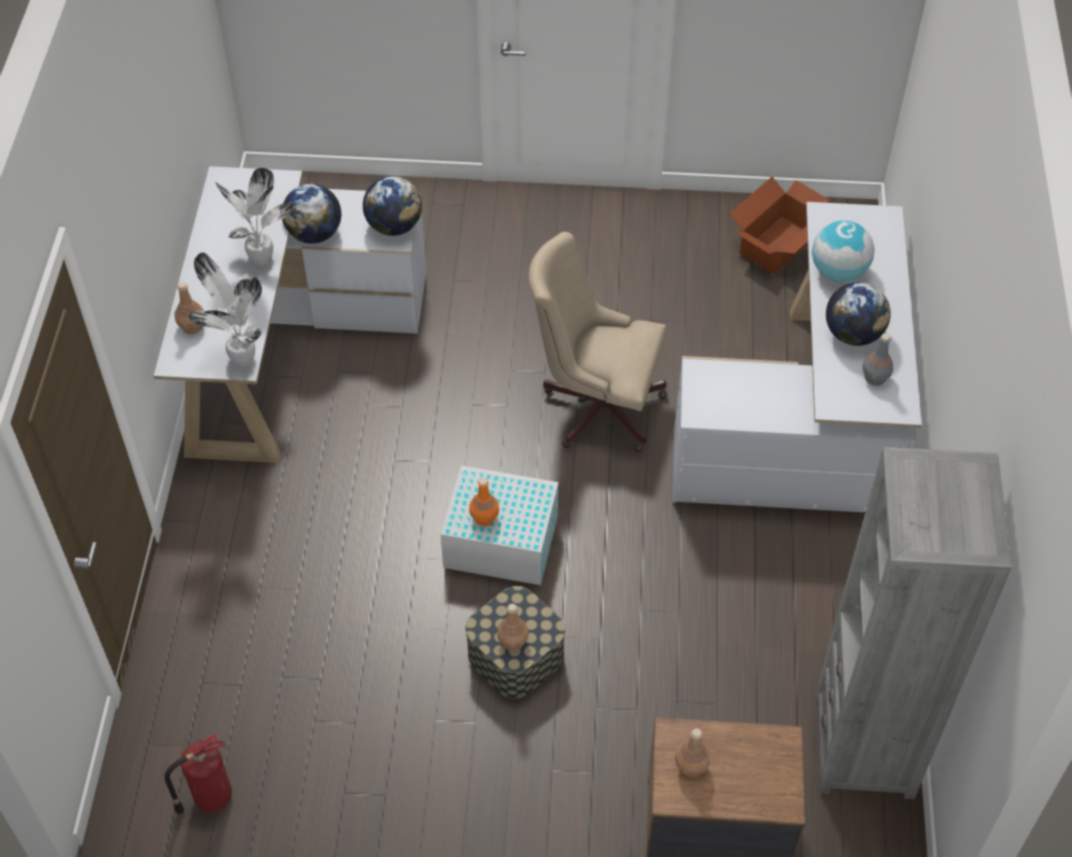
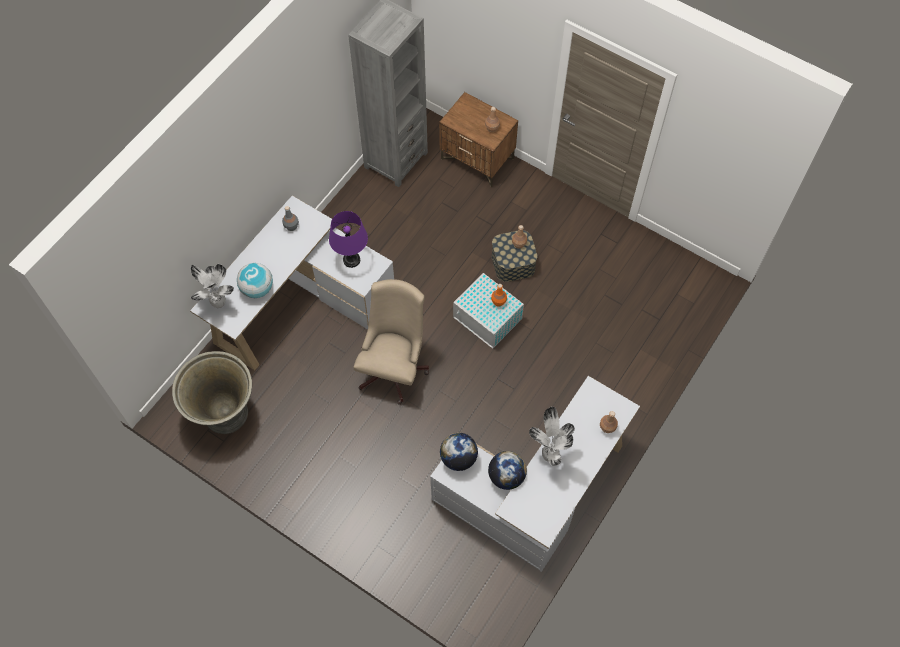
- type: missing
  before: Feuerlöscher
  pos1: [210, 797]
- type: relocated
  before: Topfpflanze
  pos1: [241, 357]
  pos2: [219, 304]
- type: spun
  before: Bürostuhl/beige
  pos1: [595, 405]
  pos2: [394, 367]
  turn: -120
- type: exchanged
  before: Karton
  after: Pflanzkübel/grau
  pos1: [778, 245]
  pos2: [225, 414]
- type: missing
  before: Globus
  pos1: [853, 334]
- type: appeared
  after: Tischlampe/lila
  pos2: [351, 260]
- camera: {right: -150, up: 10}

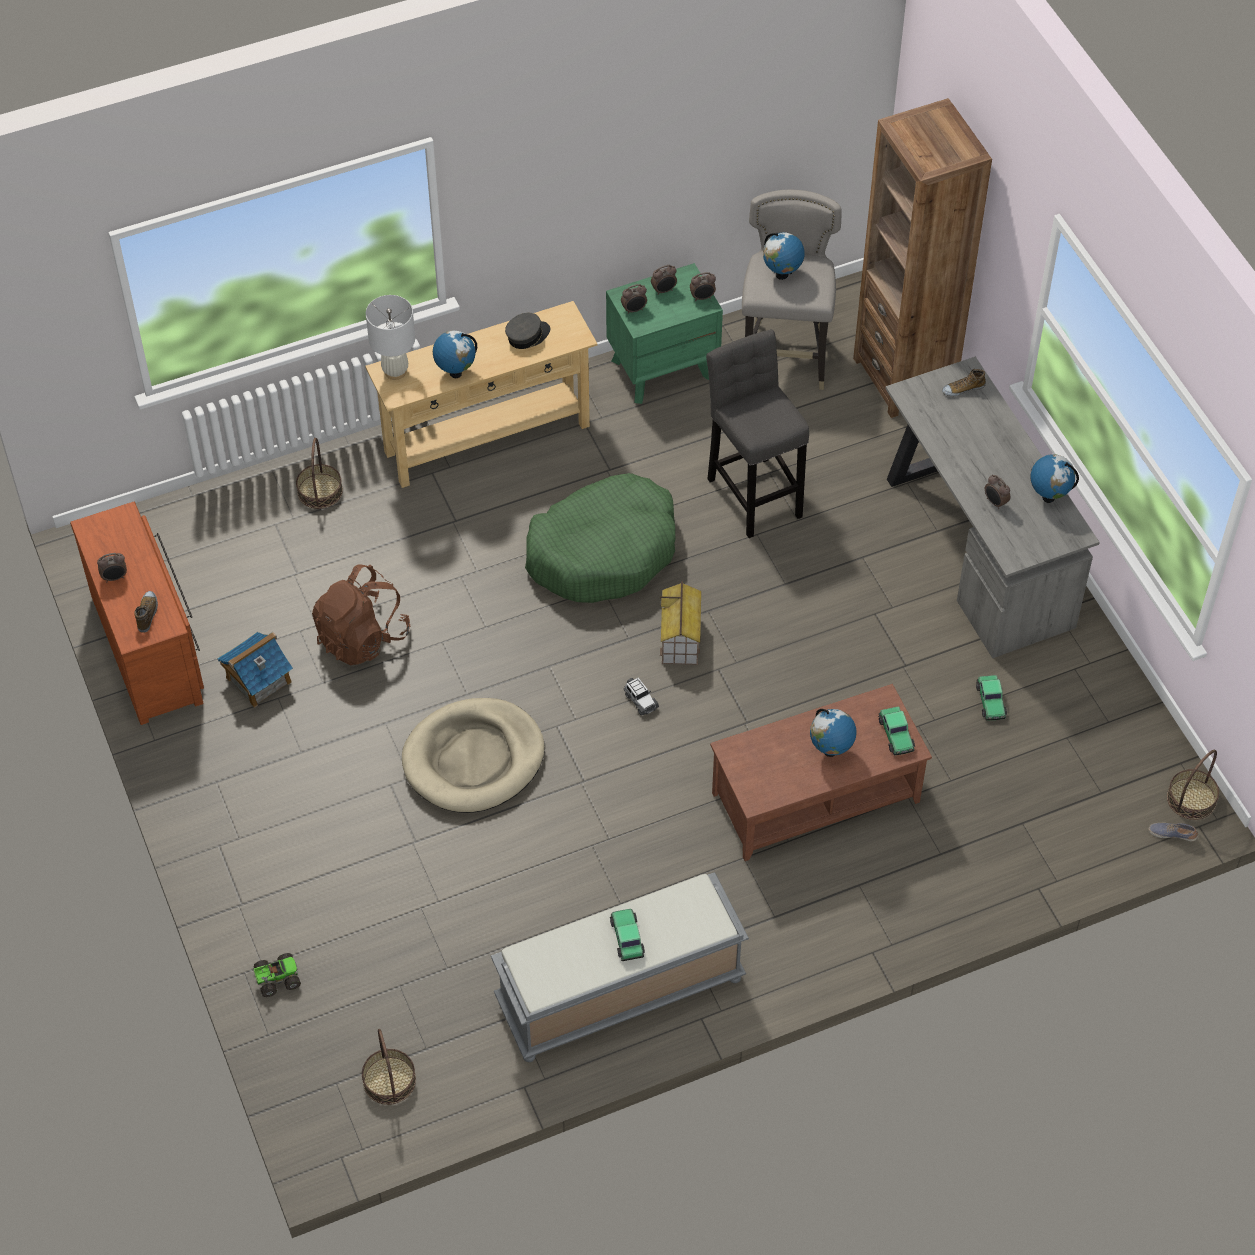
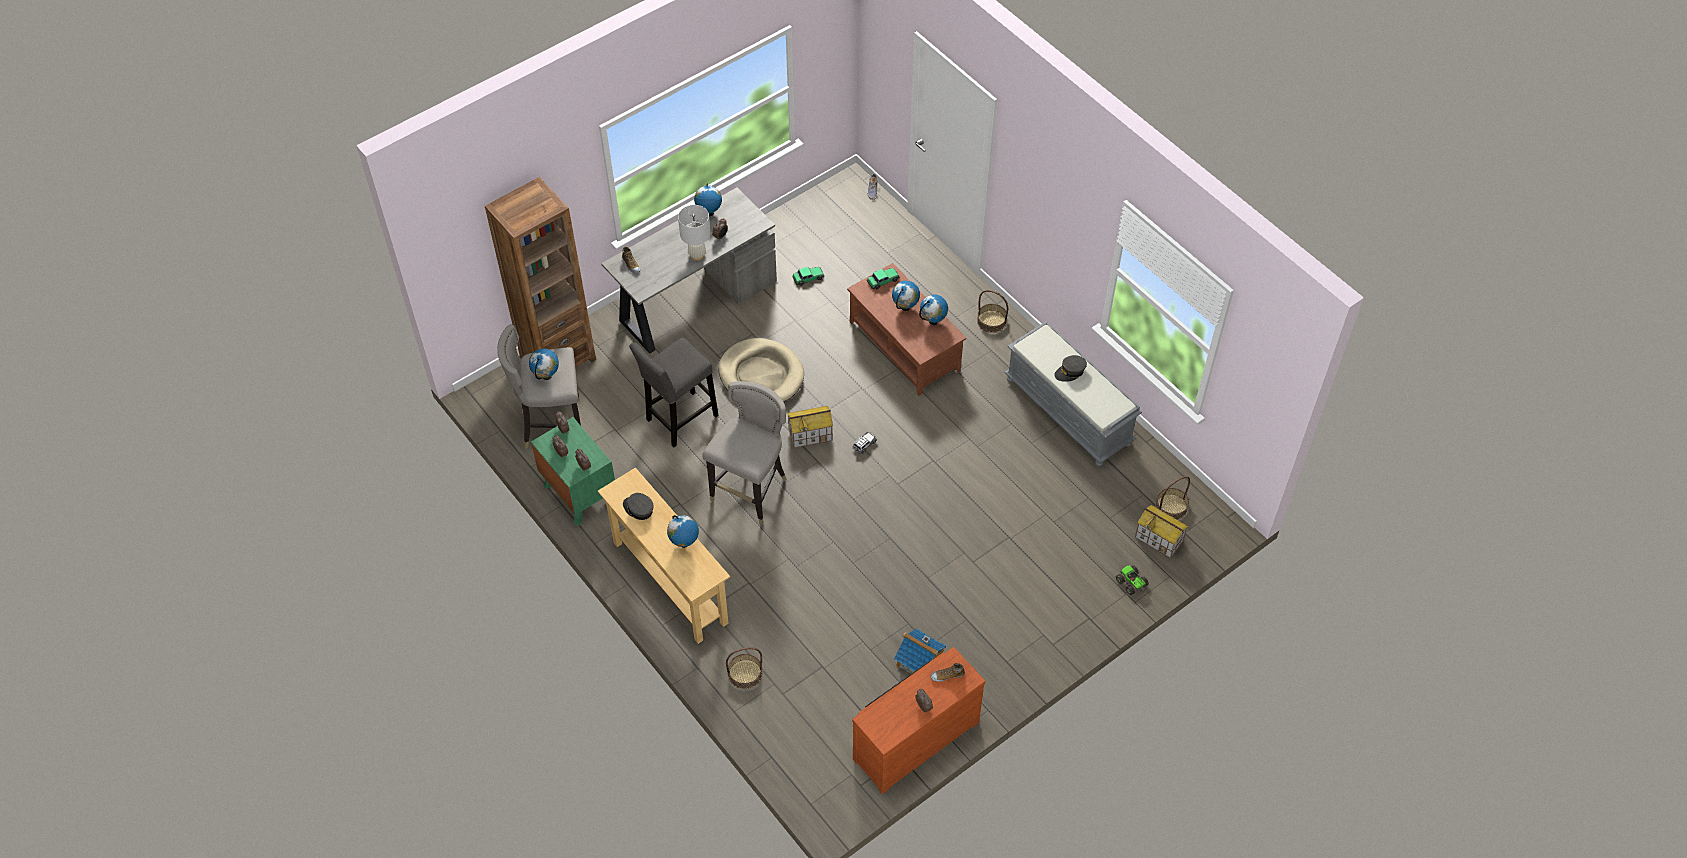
- type: missing
  before: Rucksack/braun
  pos1: [362, 637]
- type: relocated
  before: Tischlampe/weiß
  pos1: [395, 371]
  pos2: [697, 255]
- type: relocated
  before: Hundebett/beige
  pos1: [474, 759]
  pos2: [761, 375]
- type: exchanged
  before: Hundebett/grün
  after: Hocker/grau
  pos1: [603, 551]
  pos2: [751, 491]
- type: exchanged
  before: Spielzeugauto
  after: Kappe/grau
  pos1: [627, 937]
  pos2: [1070, 372]
- type: relocated
  before: Korb
  pos1: [1191, 799]
  pos2: [991, 321]
- type: appeared
  after: Globus
  pos2: [933, 321]
- type: appeared
  after: Spielzeughaus
  pos2: [1159, 539]
- camera: {right: -105, up: 0}

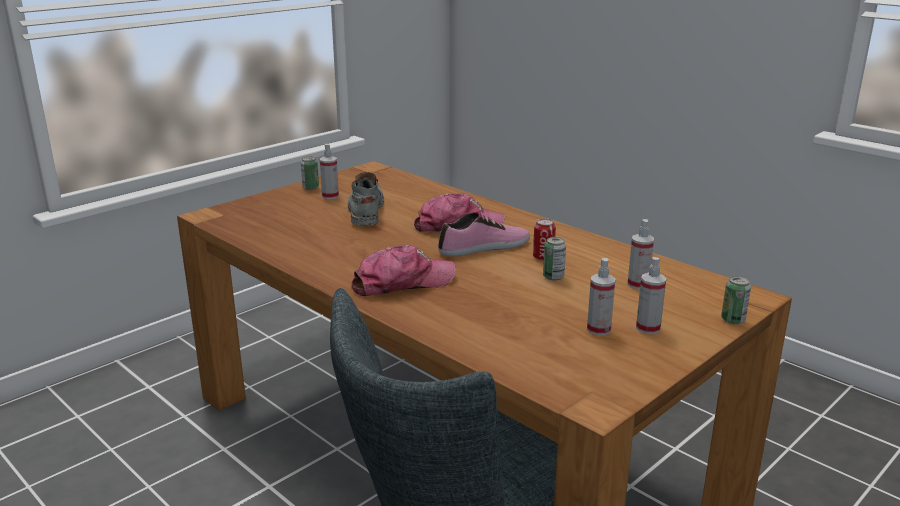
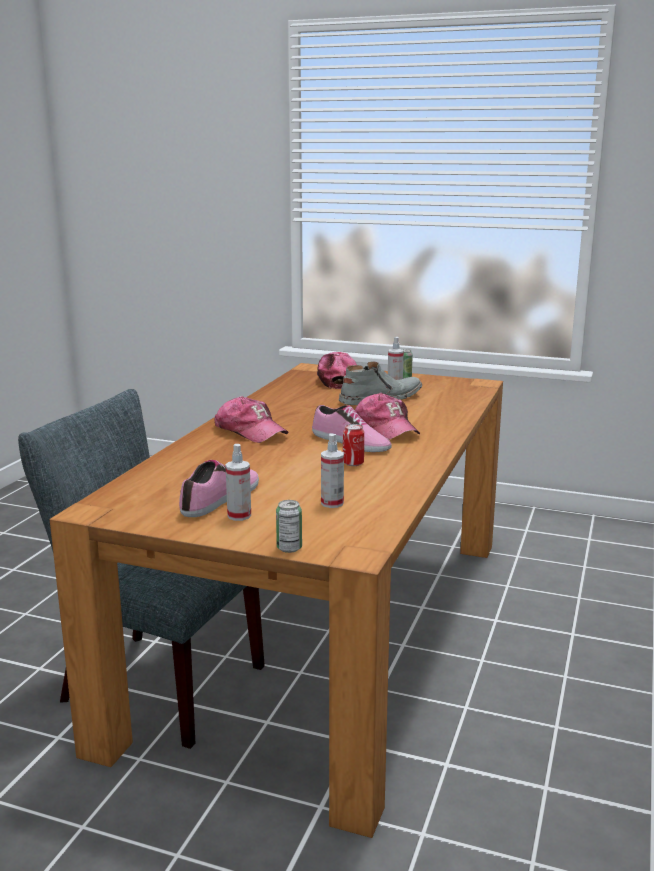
- type: missing
  before: Dose
  pos1: [553, 277]
- type: exchanged
  before: Sprühflasche
  after: Schuh
  pos1: [598, 329]
  pos2: [221, 499]
- type: appeared
  after: Kappe
  pos2: [335, 379]
- camera: {right: 65, up: -5}

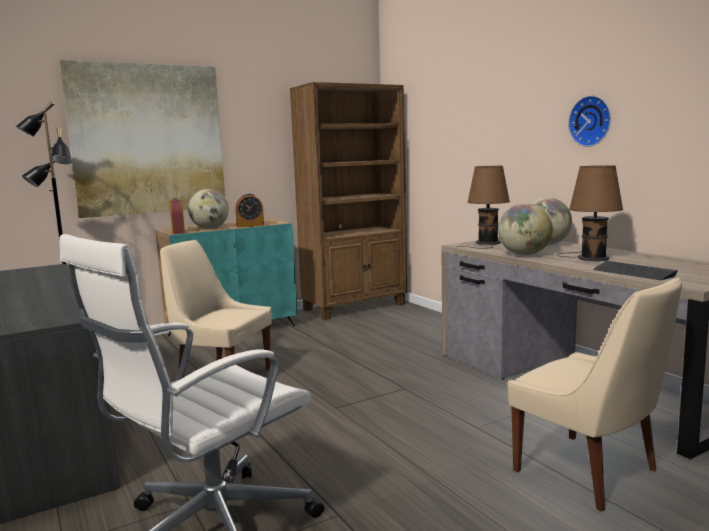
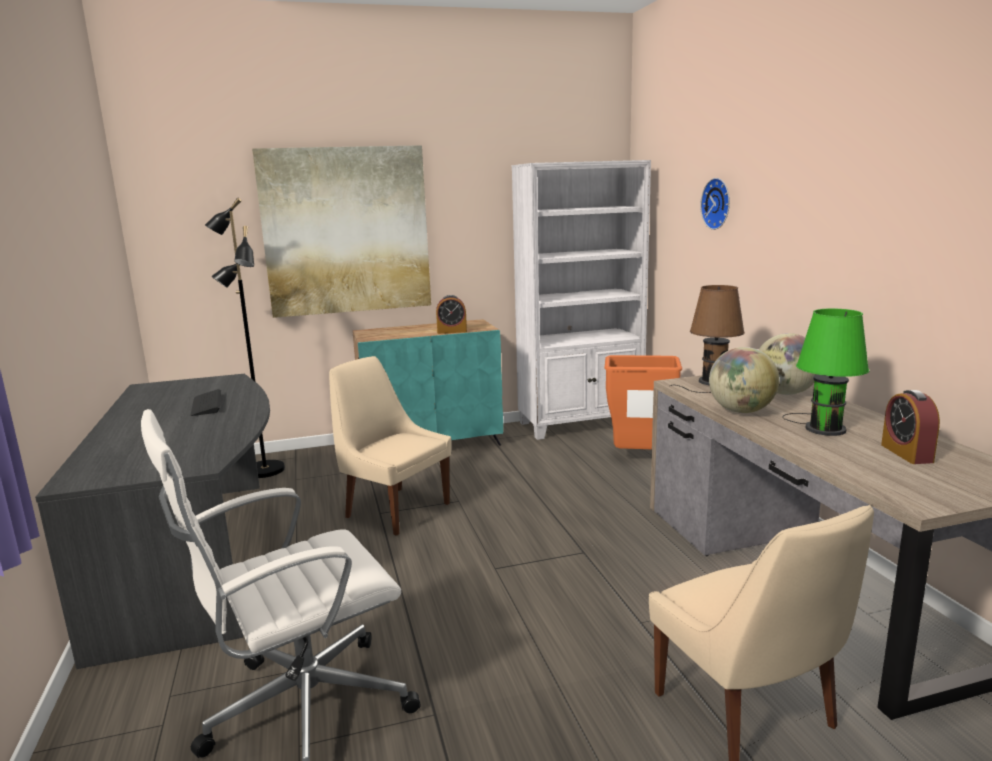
- type: relocated
  before: Wecker
  pos1: [178, 232]
  pos2: [906, 453]
- type: missing
  before: Globus
  pos1: [210, 228]
- type: colour
  before: Bücherregal/braun
  after: Bücherregal/weiß
  pos1: [355, 307]
  pos2: [581, 424]
- type: colour
  before: Tischlampe/braun
  after: Tischlampe/grün
  pos1: [590, 258]
  pos2: [822, 428]
- type: relocated
  before: Wanduhr
  pos1: [591, 121]
  pos2: [718, 203]
- type: relocated
  before: Tastatur
  pos1: [633, 272]
  pos2: [206, 404]
- type: appeared
  after: Mülleimer/orange
  pos2: [639, 458]
- camera: {right: 15, up: 5}

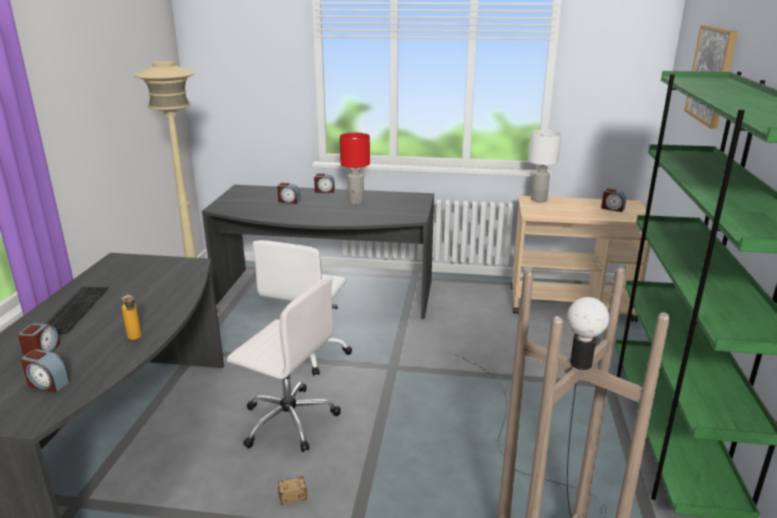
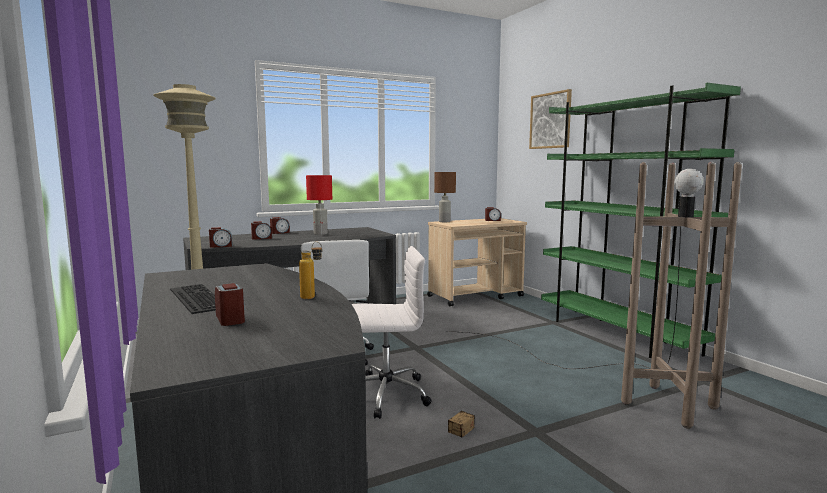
- type: relocated
  before: Wecker
  pos1: [48, 383]
  pos2: [221, 246]
- type: colour
  before: Tischlampe/weiß
  after: Tischlampe/braun
  pos1: [538, 200]
  pos2: [444, 221]
- camera: {right: -35, up: -15}

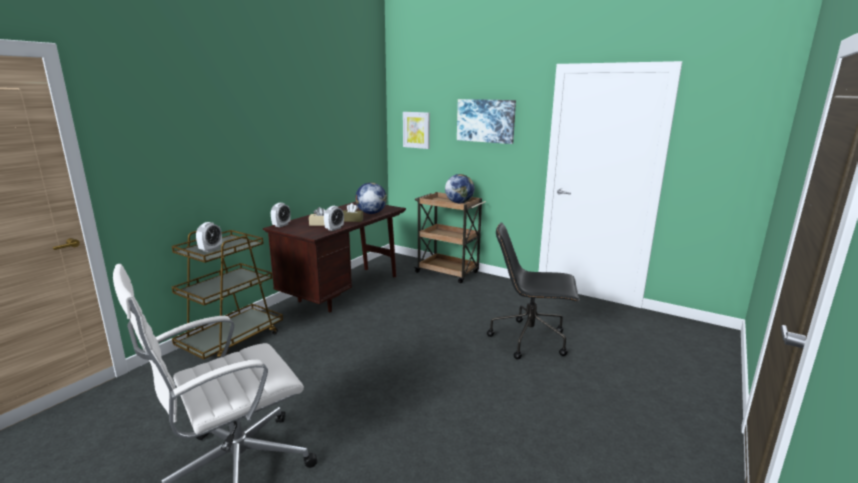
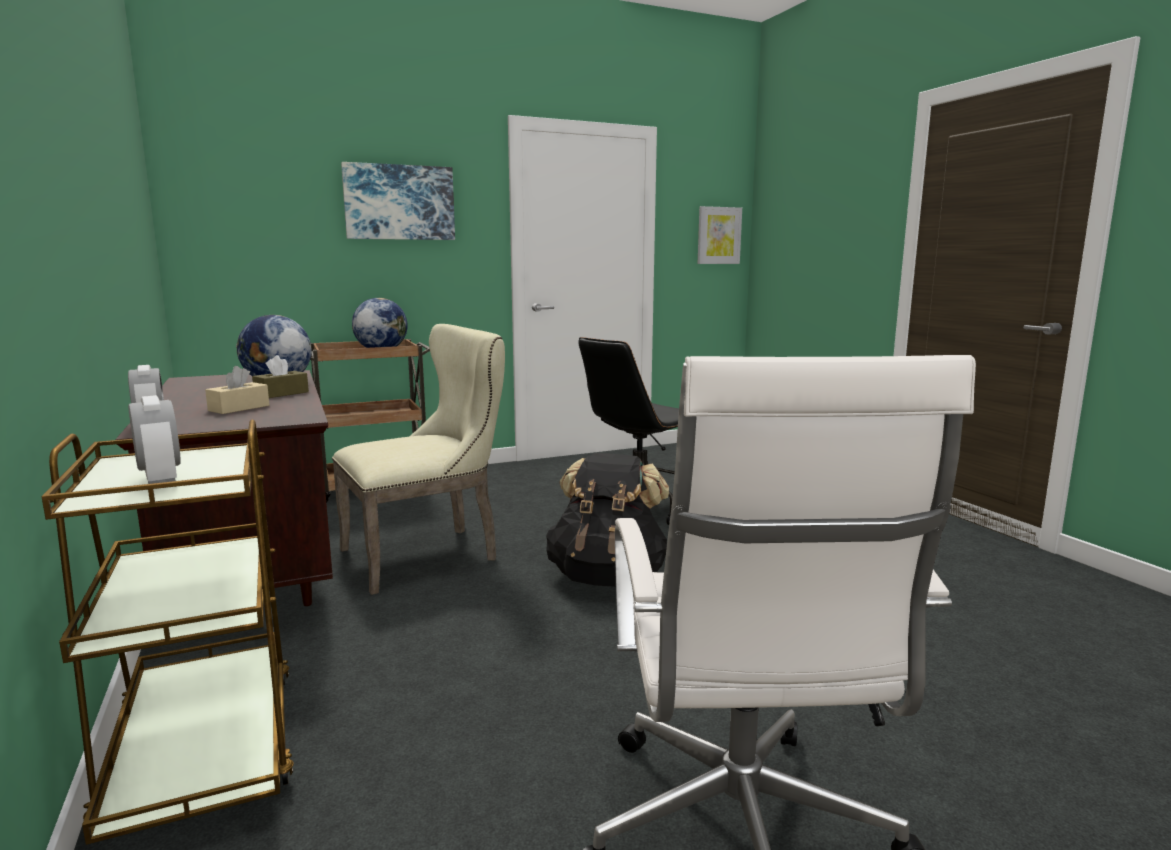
- type: missing
  before: Wecker
  pos1: [334, 229]
- type: relocated
  before: Bild
  pos1: [416, 130]
  pos2: [718, 235]
- type: appeared
  after: Stuhl/beige
  pos2: [429, 554]
- type: appeared
  after: Rucksack/schwarz
  pos2: [607, 576]
- camera: {right: -55, up: -5}

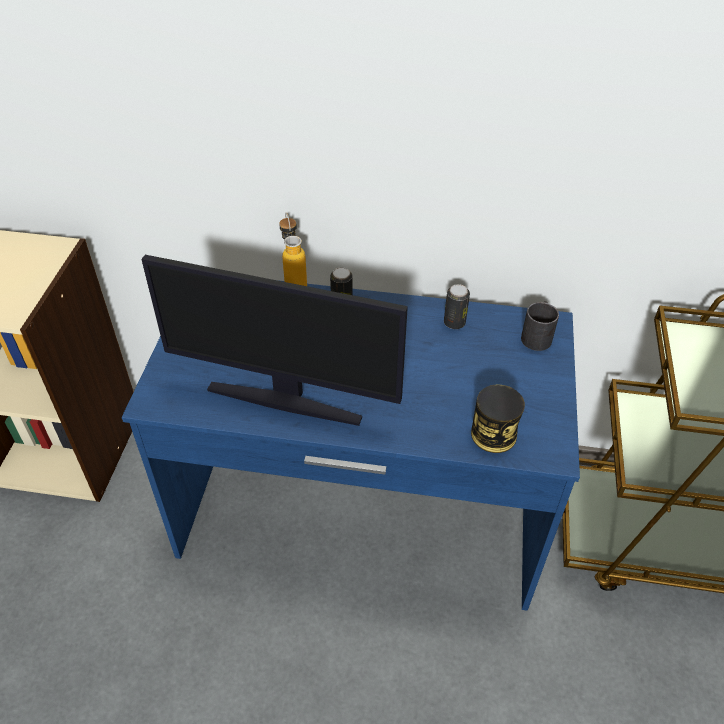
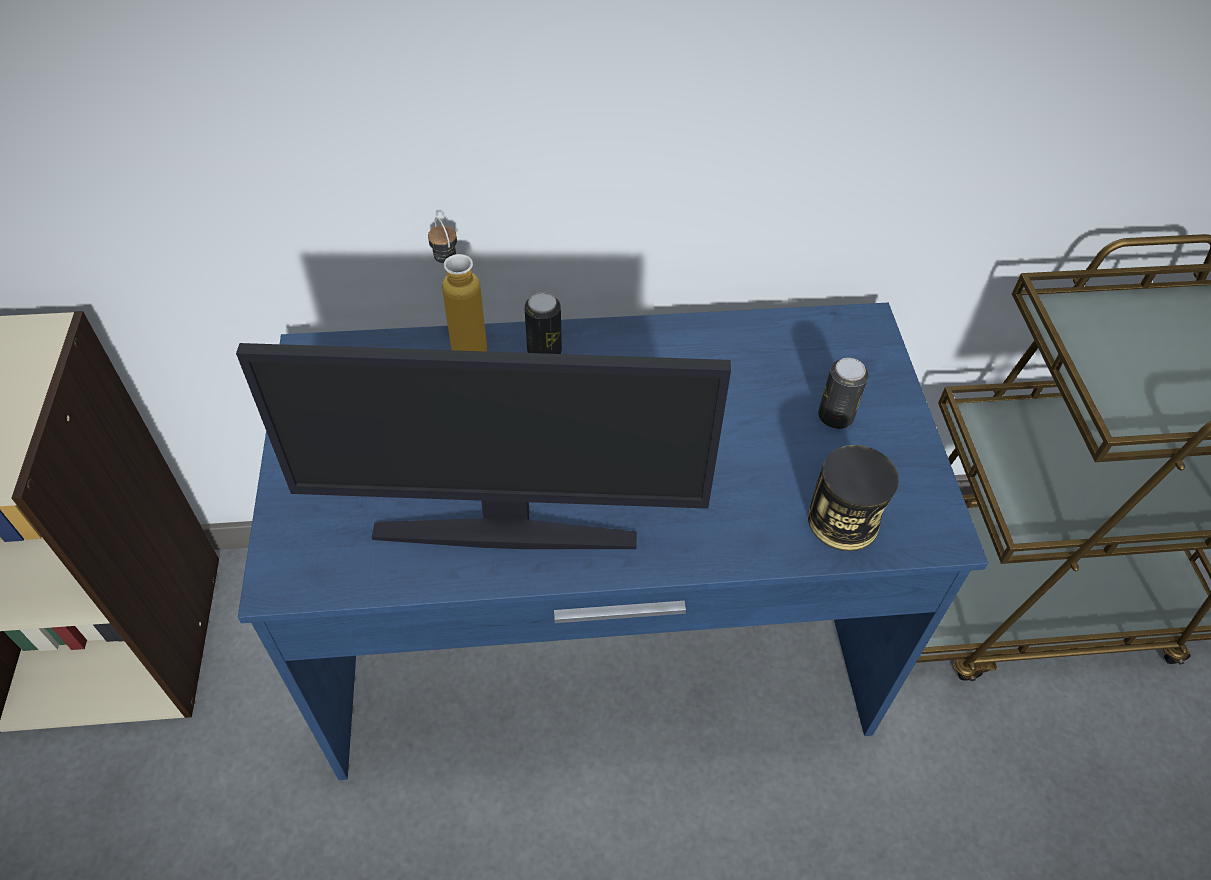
- type: relocated
  before: Dose
  pos1: [454, 323]
  pos2: [835, 416]
- type: missing
  before: Henkelbecher/schwarz
  pos1: [537, 335]
- camera: {right: -15, up: 5}

